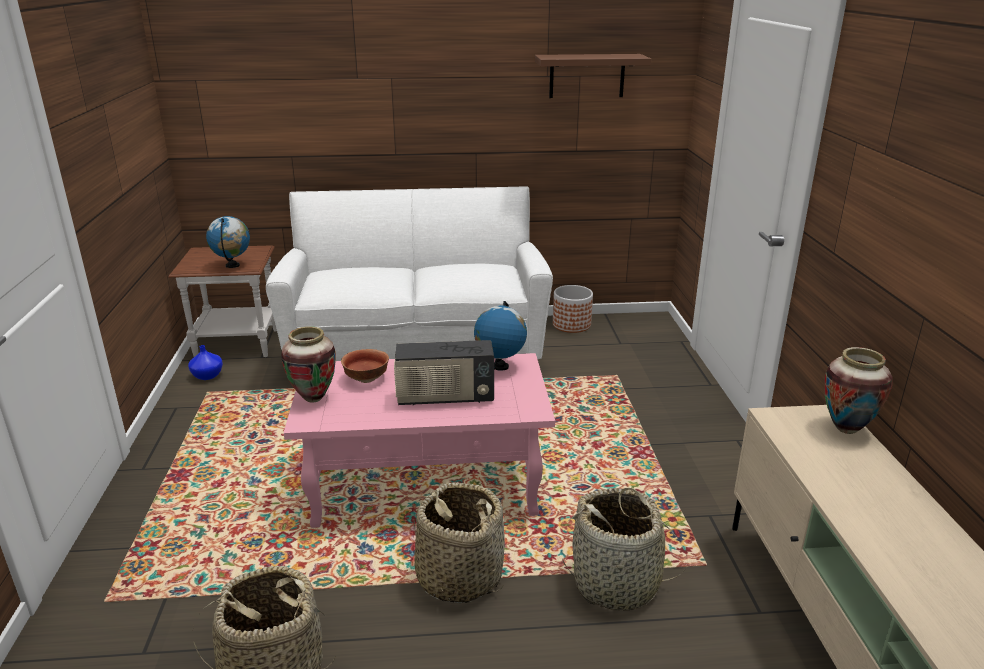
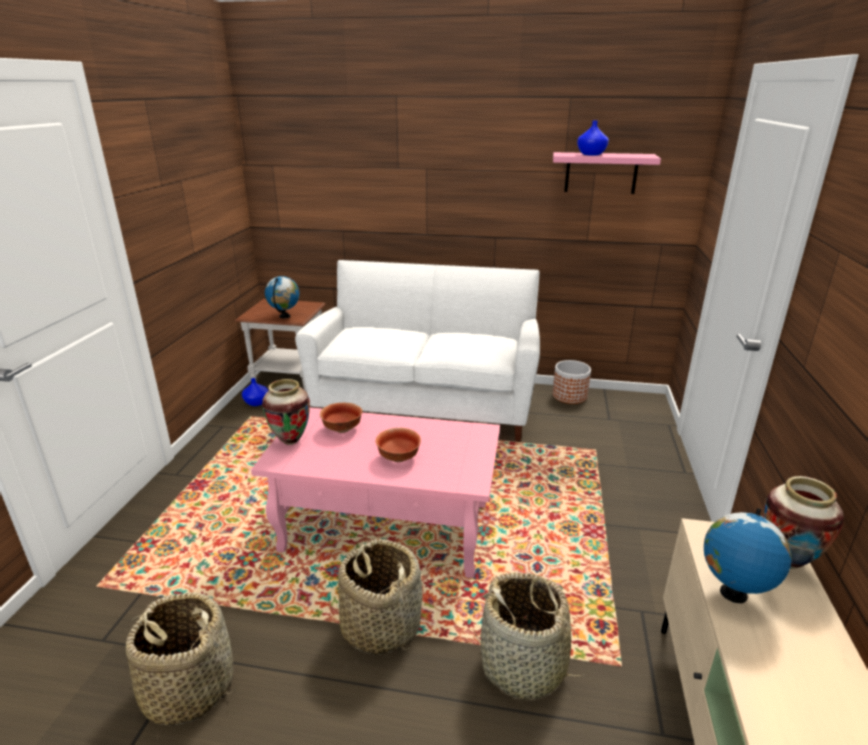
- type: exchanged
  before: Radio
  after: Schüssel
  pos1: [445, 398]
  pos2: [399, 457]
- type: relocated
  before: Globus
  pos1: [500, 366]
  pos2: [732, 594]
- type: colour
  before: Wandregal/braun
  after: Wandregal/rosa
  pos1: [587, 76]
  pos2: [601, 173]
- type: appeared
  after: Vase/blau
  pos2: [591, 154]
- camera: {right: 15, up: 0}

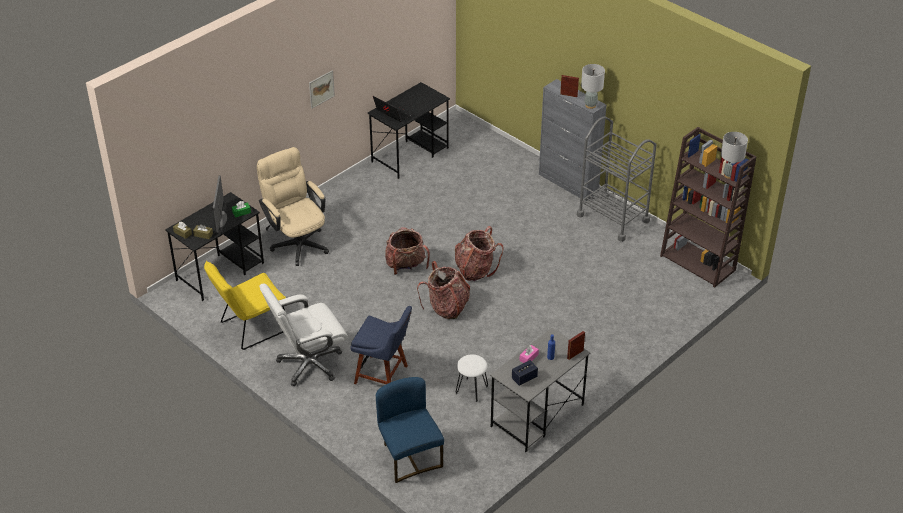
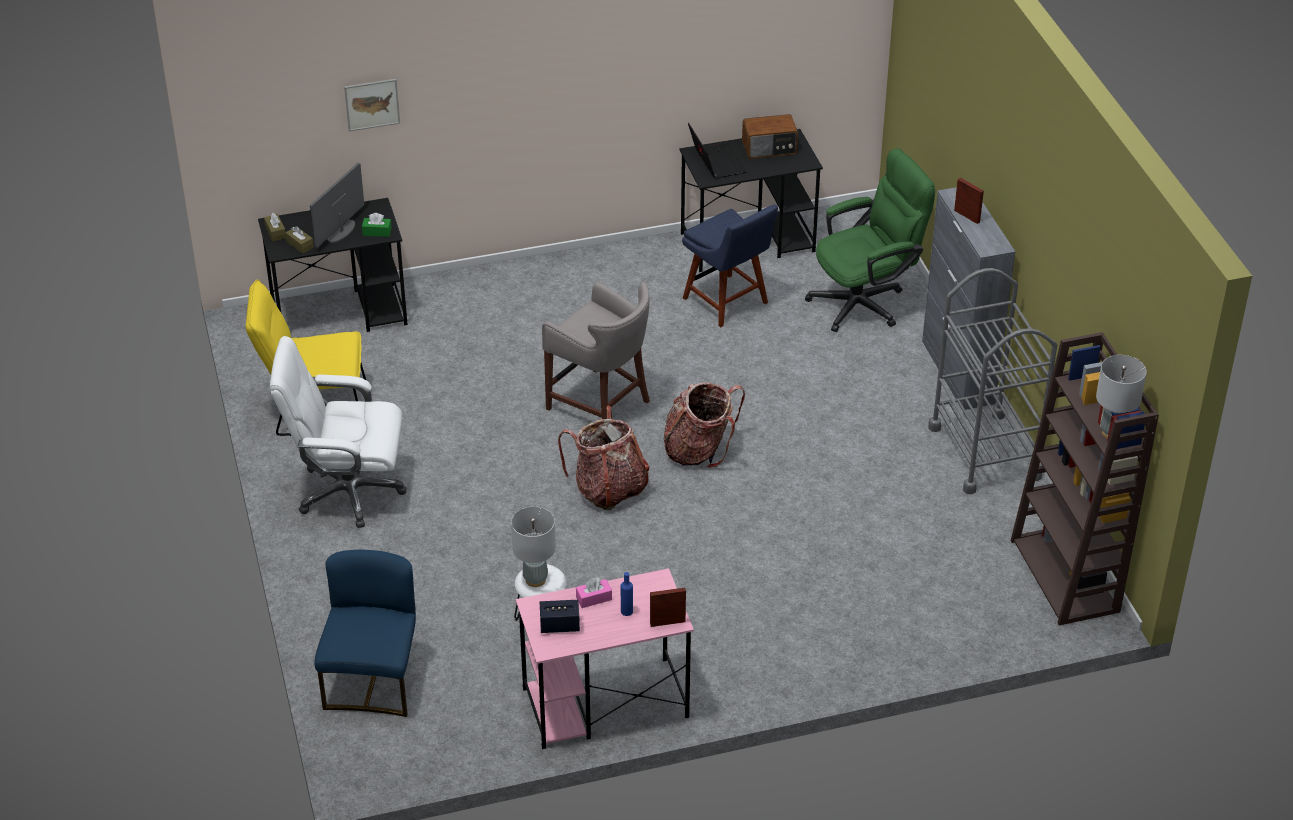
- type: missing
  before: Bürostuhl/beige
  pos1: [297, 242]
- type: relocated
  before: Bild
  pos1: [321, 89]
  pos2: [372, 104]
- type: relocated
  before: Stuhl/blau
  pos1: [383, 375]
  pos2: [728, 302]
- type: exchanged
  before: Rucksack
  after: Hocker/grau
  pos1: [406, 266]
  pos2: [601, 405]
- type: colour
  before: Schreibtisch/grau
  after: Schreibtisch/rosa
  pos1: [537, 416]
  pos2: [604, 703]
- type: relocated
  before: Tischlampe/grau
  pos1: [590, 105]
  pos2: [535, 580]
- type: appeared
  after: Radio
  pos2: [769, 148]
- type: appeared
  after: Bürostuhl/grün
  pos2: [866, 302]
- camera: {right: 30, up: 0}

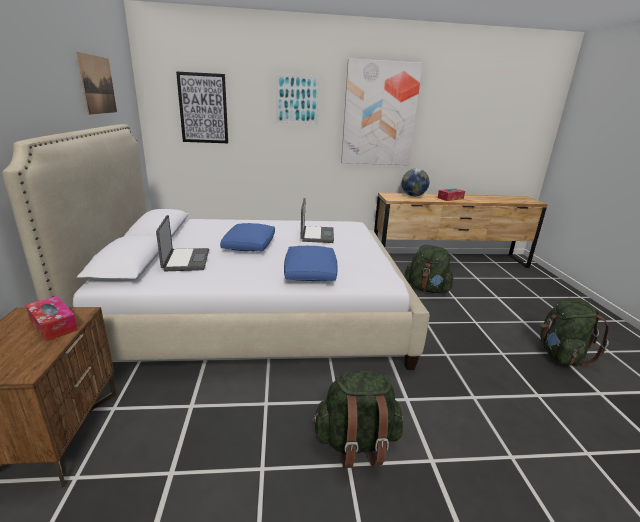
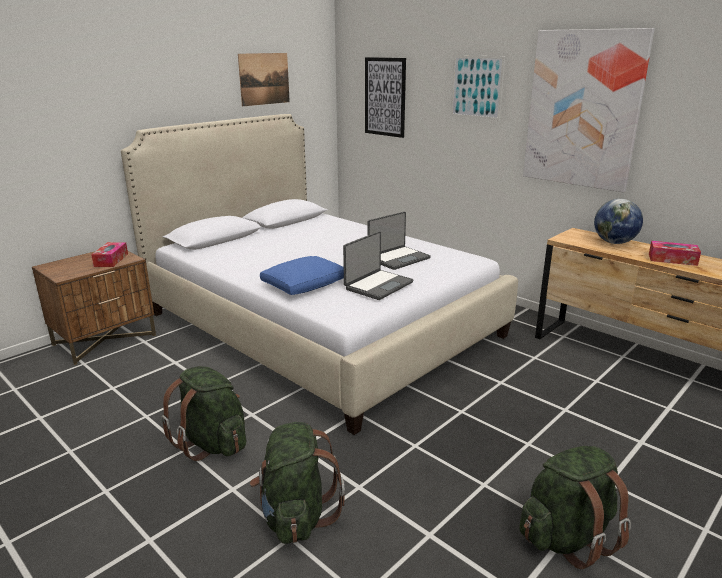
- type: relocated
  before: Laptop
  pos1: [185, 260]
  pos2: [378, 285]
- type: missing
  before: Kissen/blau
  pos1: [249, 245]
- type: relocated
  before: Rucksack/grün
  pos1: [427, 289]
  pos2: [296, 515]
- camera: {right: 50, up: 0}

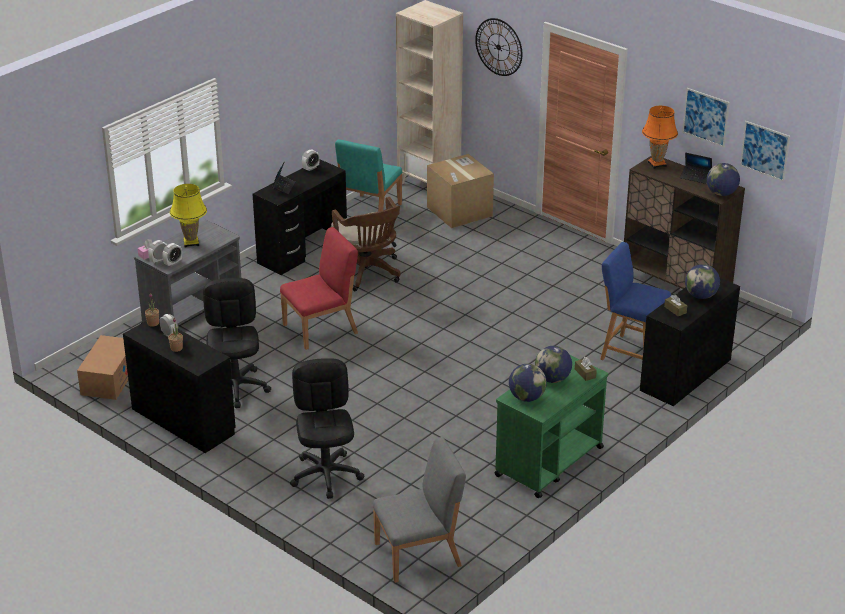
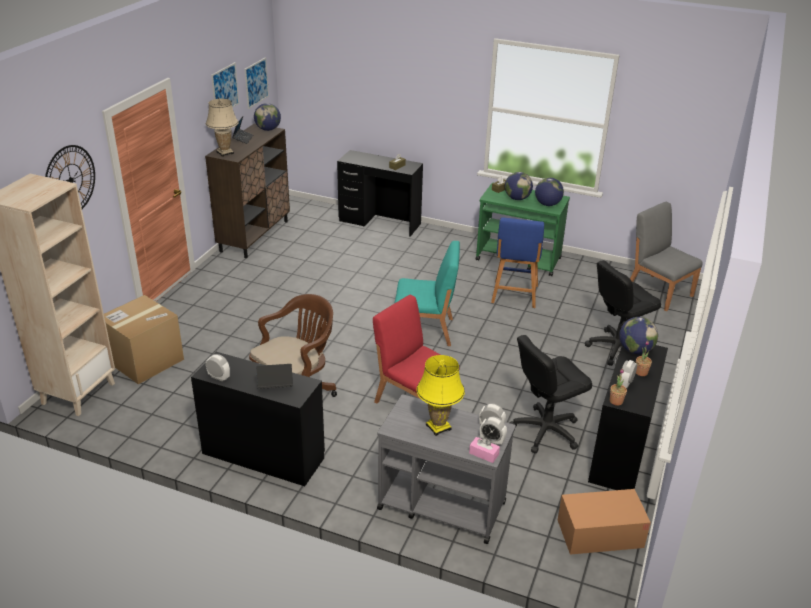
- type: relocated
  before: Stuhl/türkis
  pos1: [369, 211]
  pos2: [425, 330]
- type: relocated
  before: Hocker/blau
  pos1: [630, 353]
  pos2: [514, 295]
- type: colour
  before: Tischlampe/orange
  after: Tischlampe/beige
  pos1: [656, 164]
  pos2: [225, 153]
- type: relocated
  before: Globus
  pos1: [701, 296]
  pos2: [635, 350]
- camera: {right: -110, up: 0}

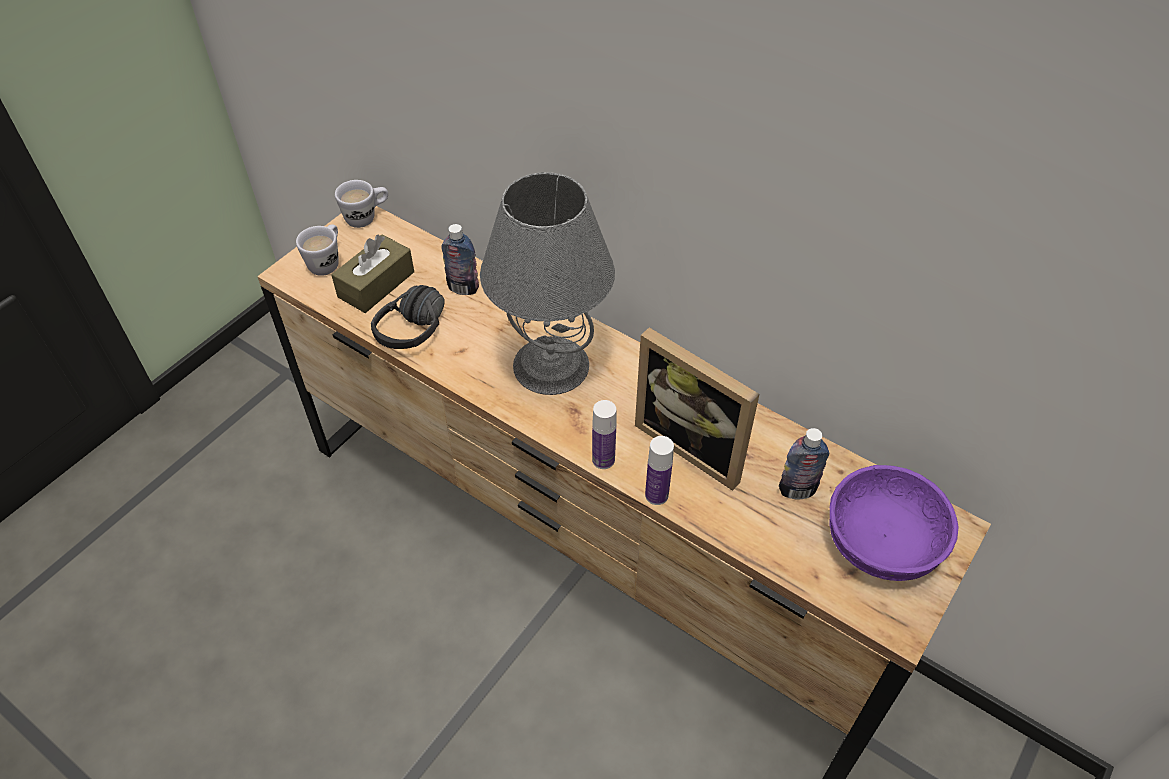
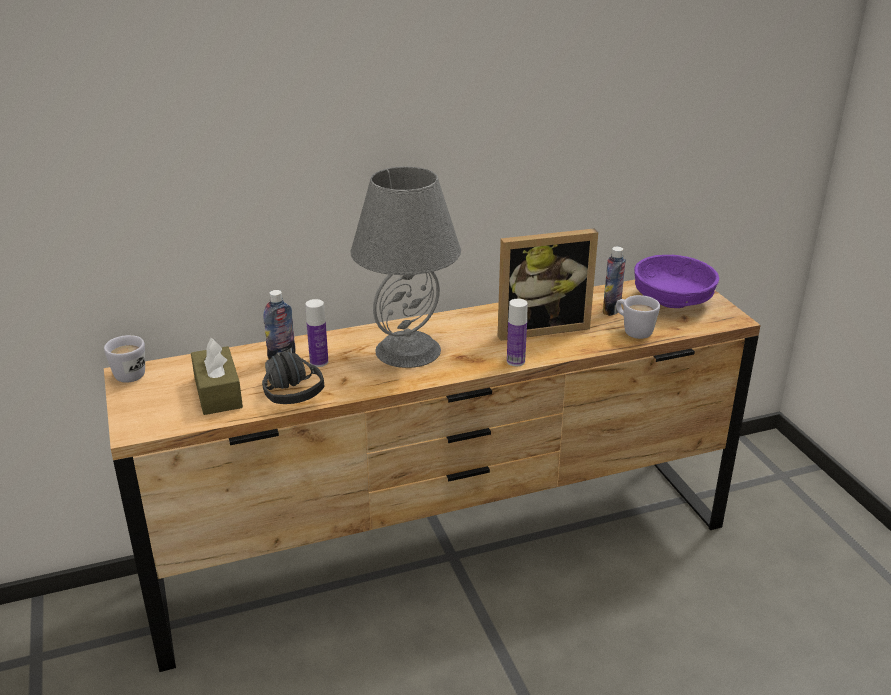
- type: relocated
  before: Henkelbecher/weiß
  pos1: [327, 262]
  pos2: [633, 331]
- type: relocated
  before: Flasche
  pos1: [656, 495]
  pos2: [319, 362]
- camera: {right: -55, up: -20}

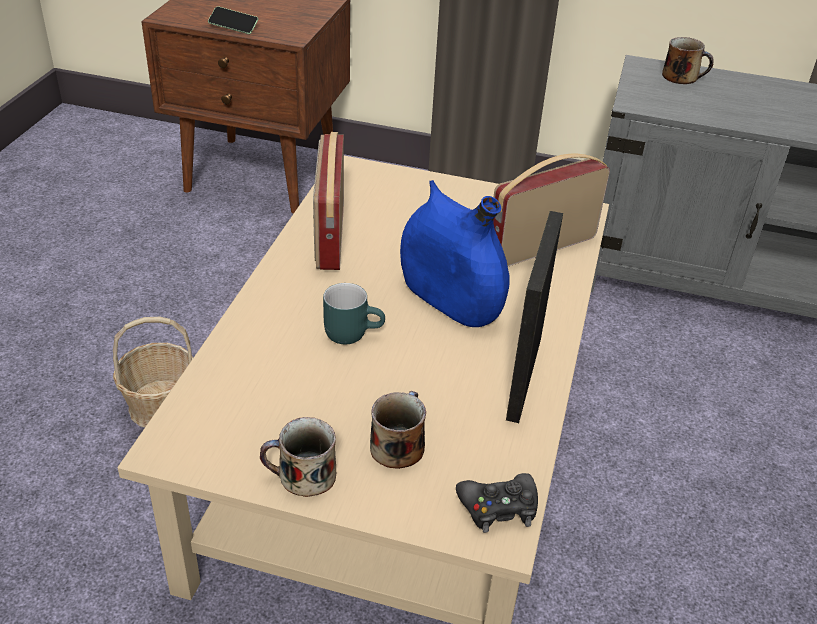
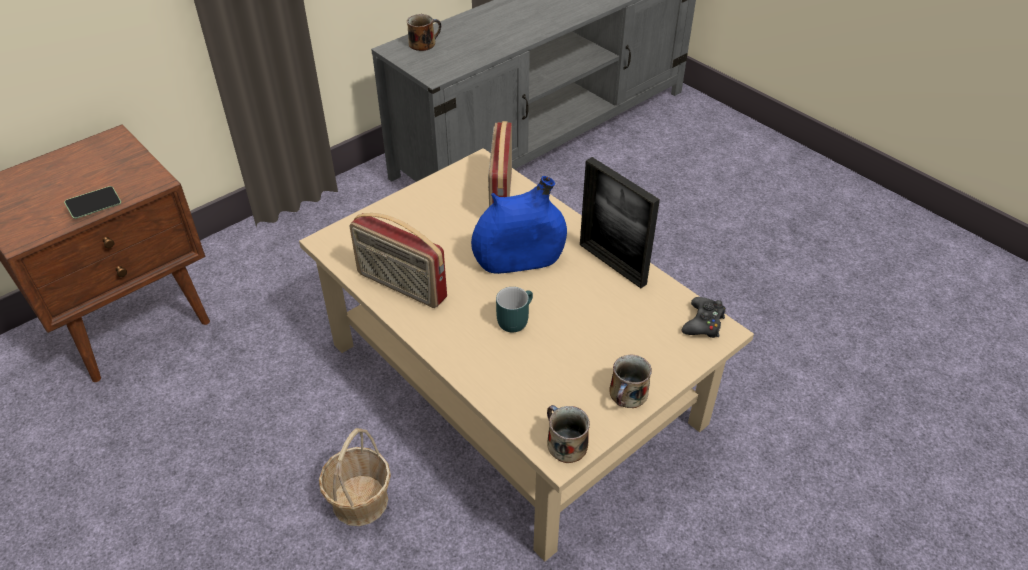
- type: relocated
  before: Henkelbecher
  pos1: [397, 445]
  pos2: [565, 443]
- camera: {right: -55, up: 5}

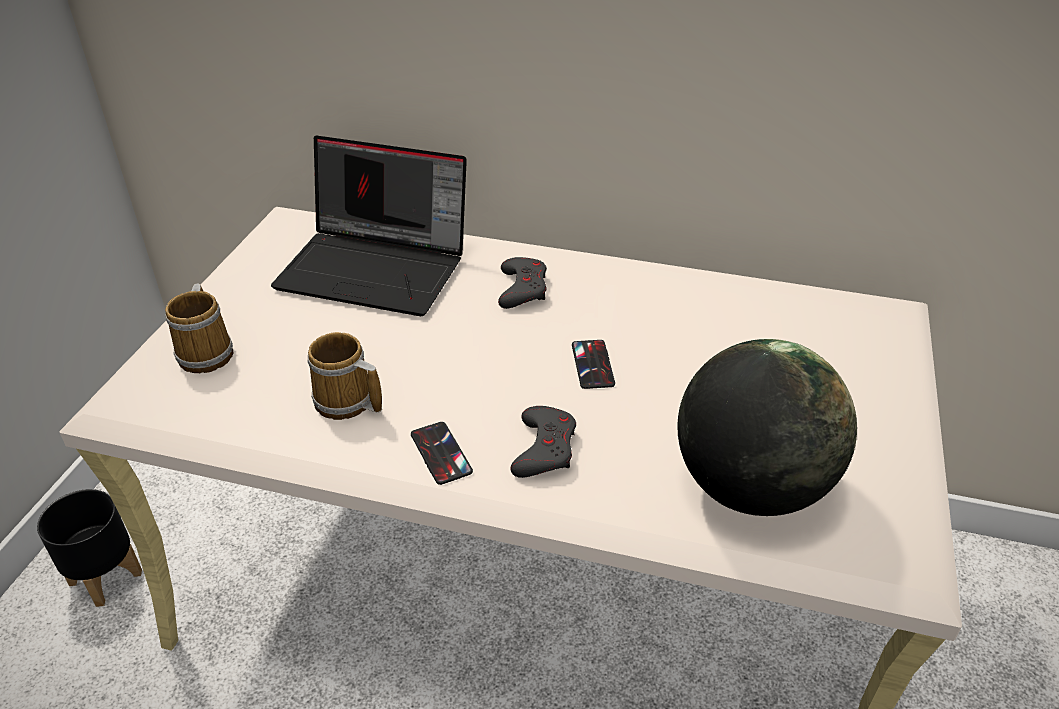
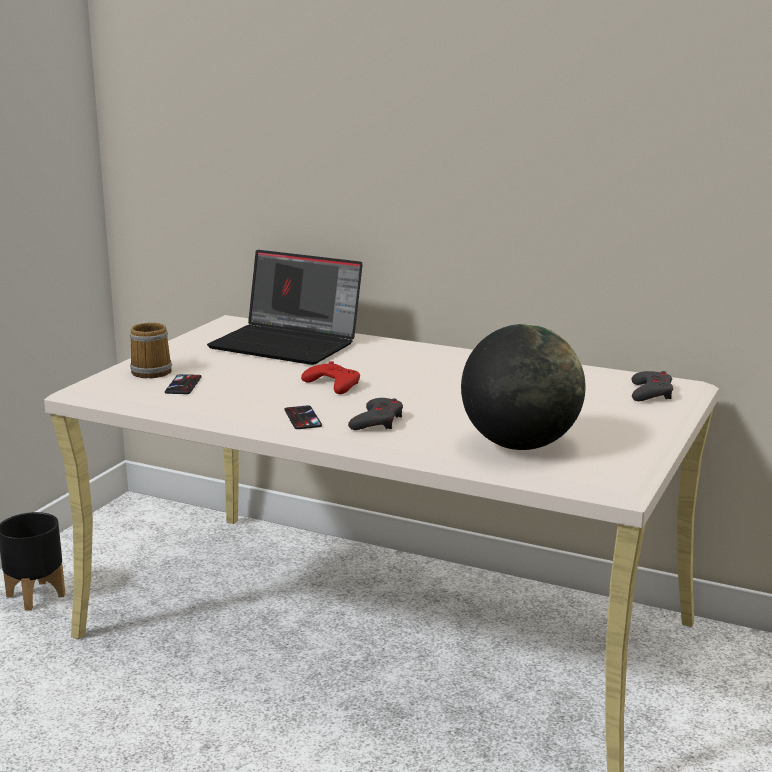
- type: missing
  before: Henkelbecher
  pos1: [346, 403]
- type: relocated
  before: Gamepad/grau
  pos1: [522, 288]
  pos2: [651, 392]
- type: relocated
  before: Handy
  pos1: [593, 364]
  pos2: [183, 385]
- type: appeared
  after: Gamepad/rot
  pos2: [333, 384]
- camera: {right: 10, up: -20}

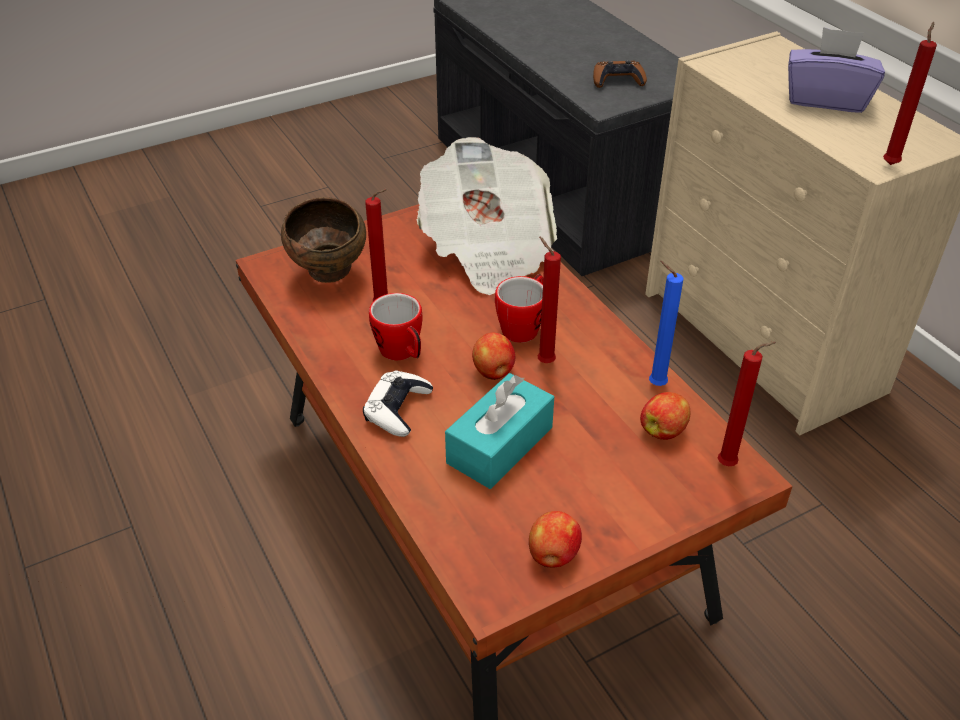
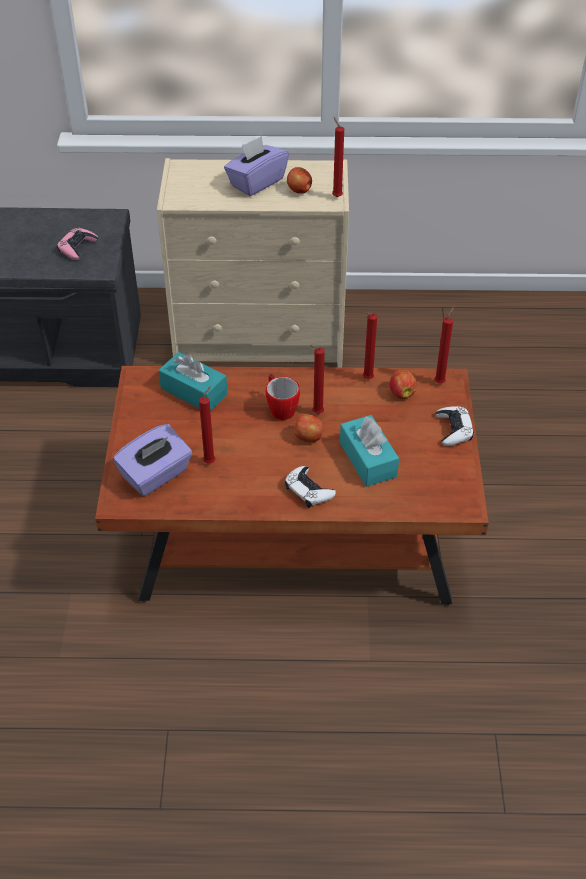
- type: exchanged
  before: Schüssel/braun
  after: Taschentuchbox/lila
  pos1: [330, 274]
  pos2: [156, 475]
- type: missing
  before: Henkelbecher
  pos1: [402, 353]
- type: exchanged
  before: Zeitung
  after: Taschentuchbox/türkis
  pos1: [488, 248]
  pos2: [194, 391]
- type: relocated
  before: Apfel
  pos1: [553, 556]
  pos2: [299, 191]
- type: colour
  before: Gamepad/braun
  after: Gamepad/rosa
  pos1: [618, 80]
  pos2: [77, 247]
- type: colour
  before: Kerze/blau
  after: Kerze/rot
  pos1: [654, 384]
  pos2: [366, 379]
- type: appeared
  after: Gamepad/weiß
  pos2: [454, 429]
- camera: {right: -60, up: 5}

